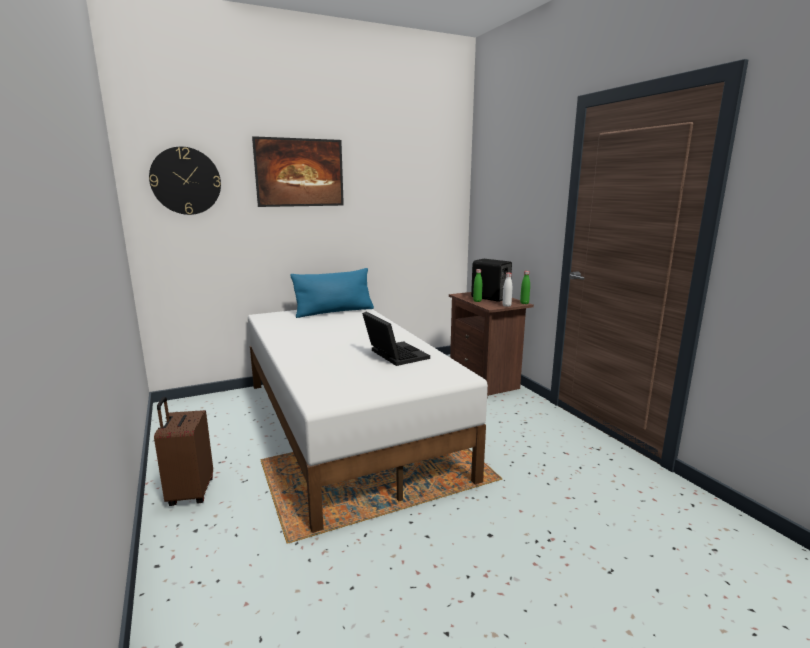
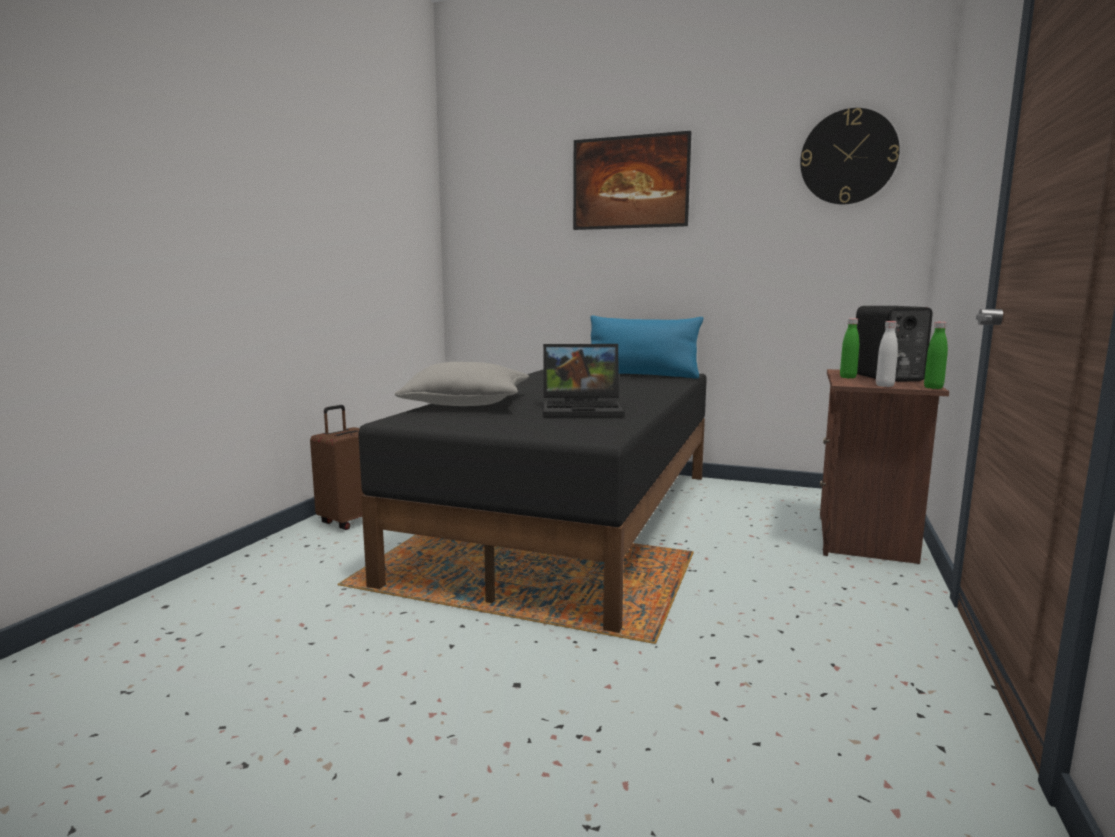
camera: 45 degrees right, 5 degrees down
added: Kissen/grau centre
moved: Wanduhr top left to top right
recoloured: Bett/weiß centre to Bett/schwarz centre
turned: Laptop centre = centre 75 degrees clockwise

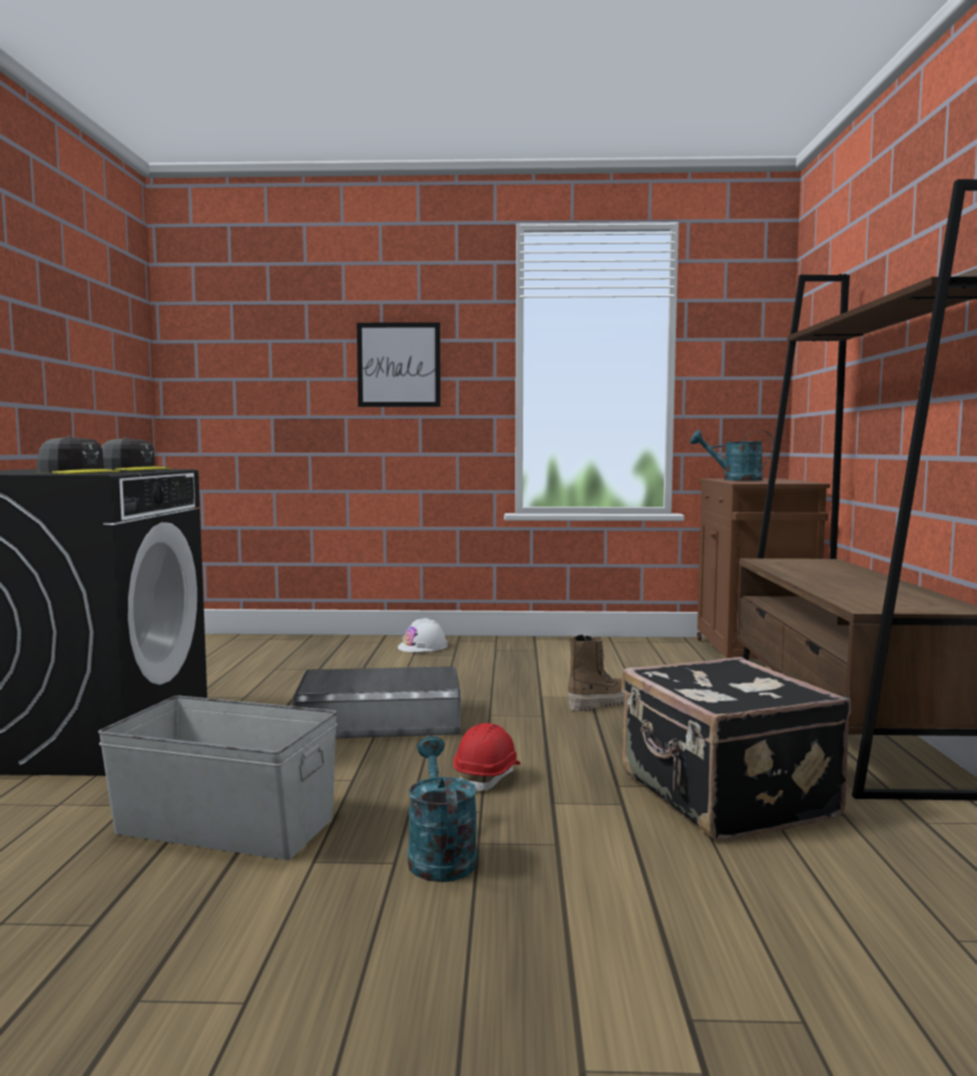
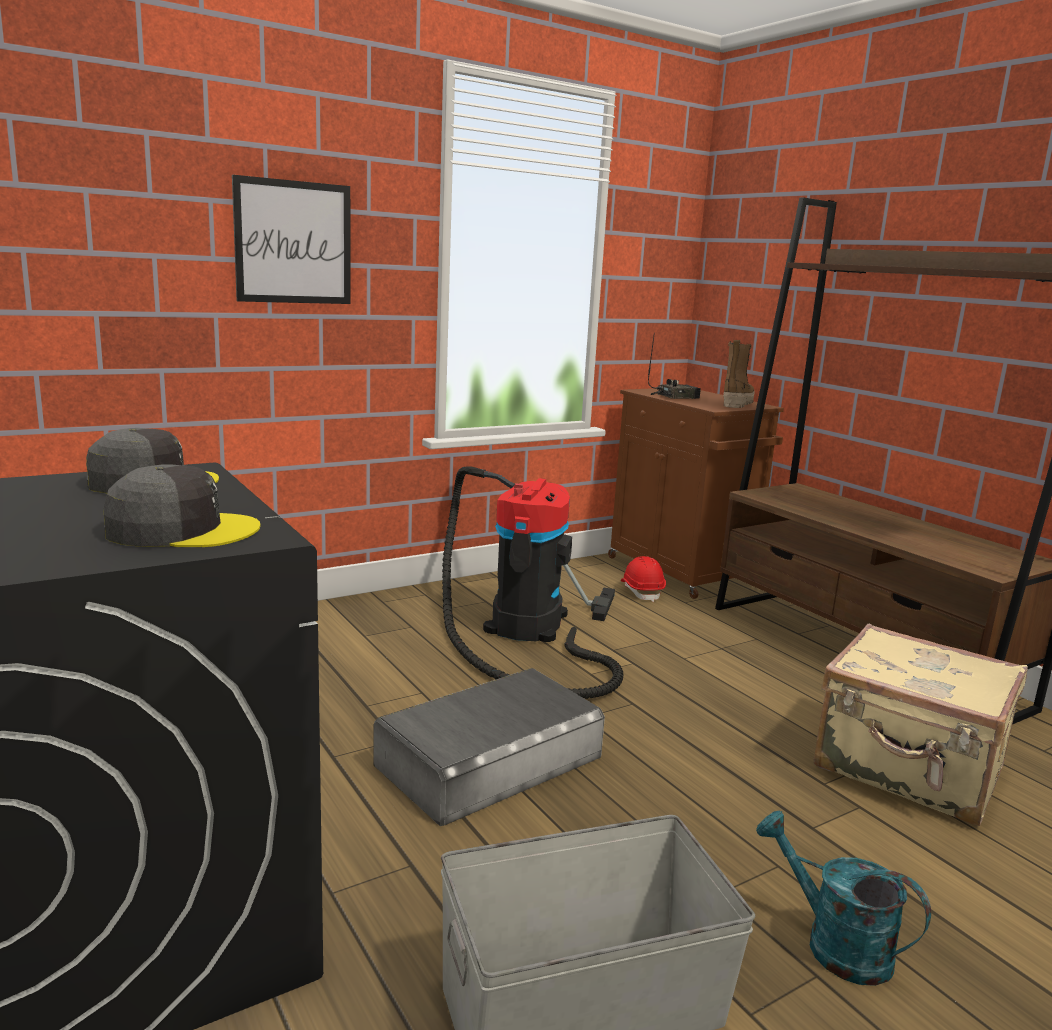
camera: 35 degrees left, 10 degrees up
removed: Schutzhelm/weiß centre
added: Staubsauger centre
moved: Schutzhelm/rot bottom centre to centre; Stiefel centre to middle right
replaced: Gießkanne/türkis (2nd from left) middle right to Radio centre
recoloured: Koffer/schwarz bottom right to Koffer/beige bottom right

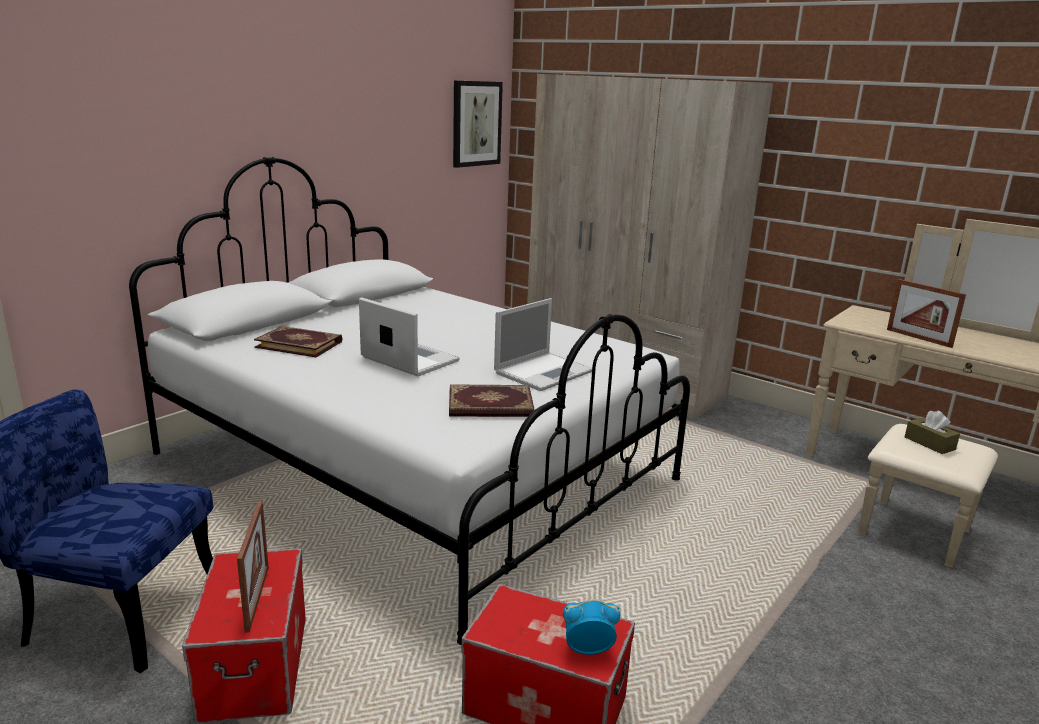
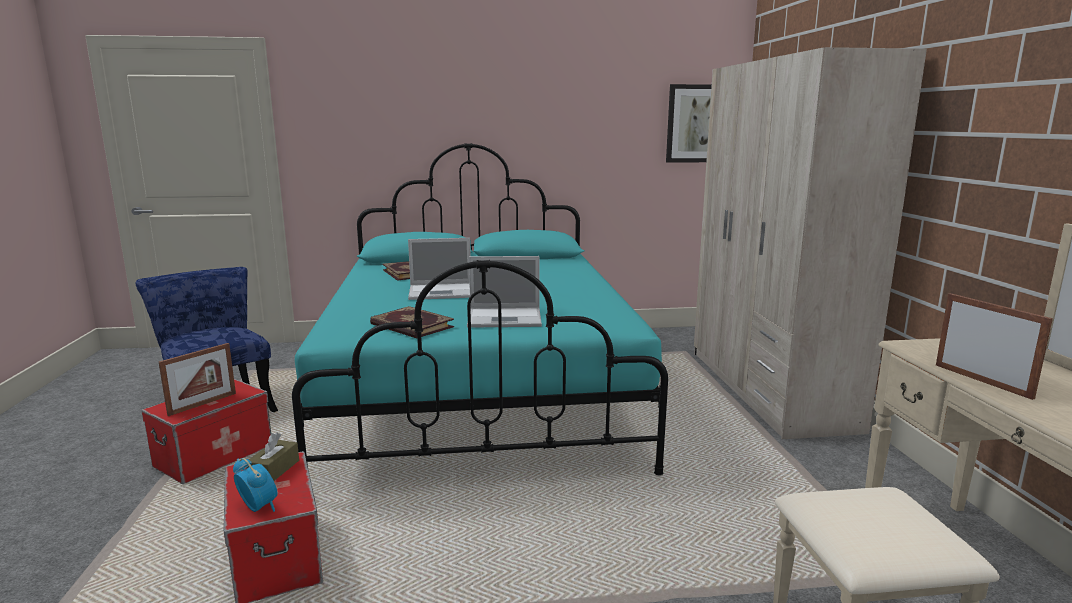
camera: 45 degrees right, 5 degrees down
moved: Taschentuchbox/braun middle right to bottom left
recoloured: Bett/weiß centre to Bett/türkis centre
turned: Laptop (1st from left) centre = centre 90 degrees clockwise; Bilderrahmen (2nd from left) middle right = middle right 150 degrees clockwise

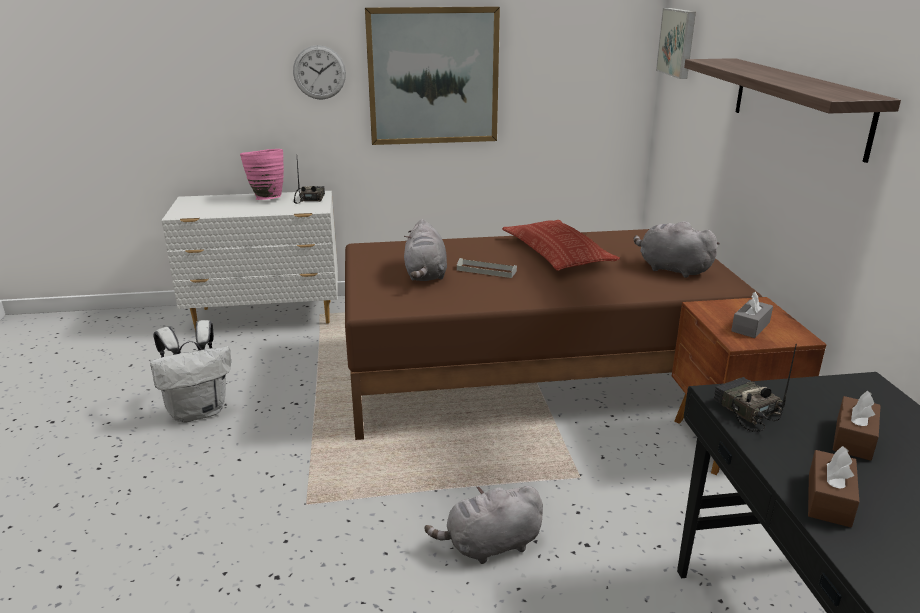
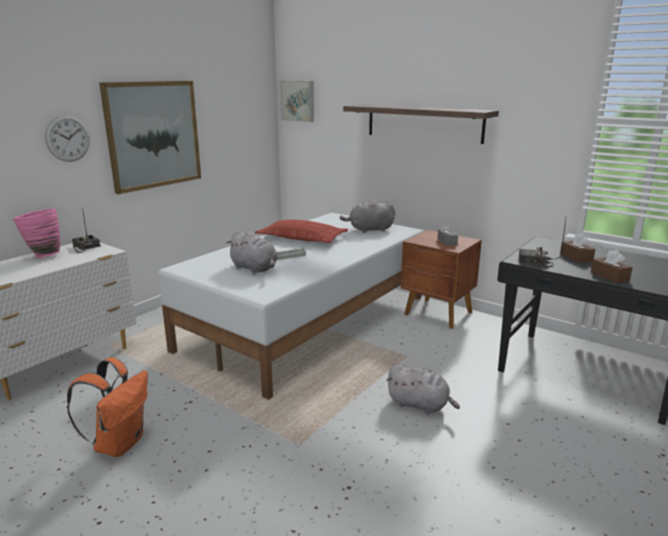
camera: 45 degrees left, 5 degrees down
recoloured: Rucksack/weiß middle left to Rucksack/orange bottom left; Bett/braun centre to Bett/weiß centre
turned: Plüschtier/grau (2nd from left in the first image) bottom centre = bottom centre 90 degrees counterclockwise

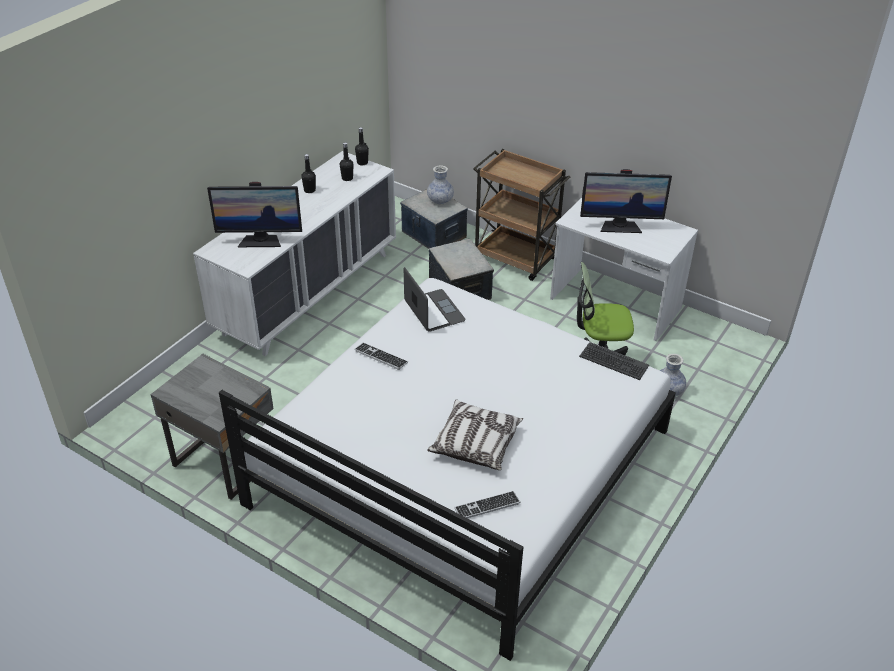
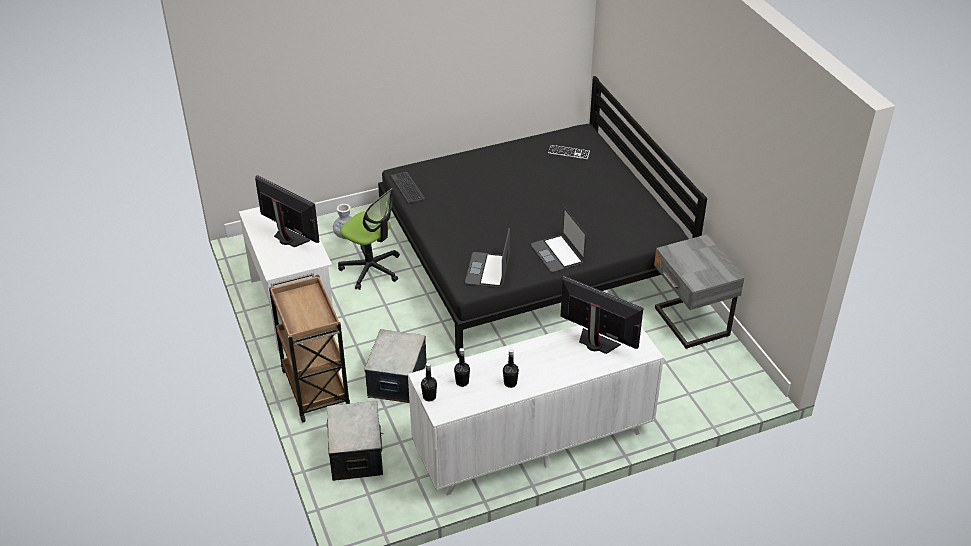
camera: 145 degrees left, 0 degrees up
removed: Vase (1st from left) top centre; Kissen centre
replaced: Tastatur (1st from left) centre to Laptop (2nd from left) centre
recoloured: Bett/weiß bottom centre to Bett/schwarz centre

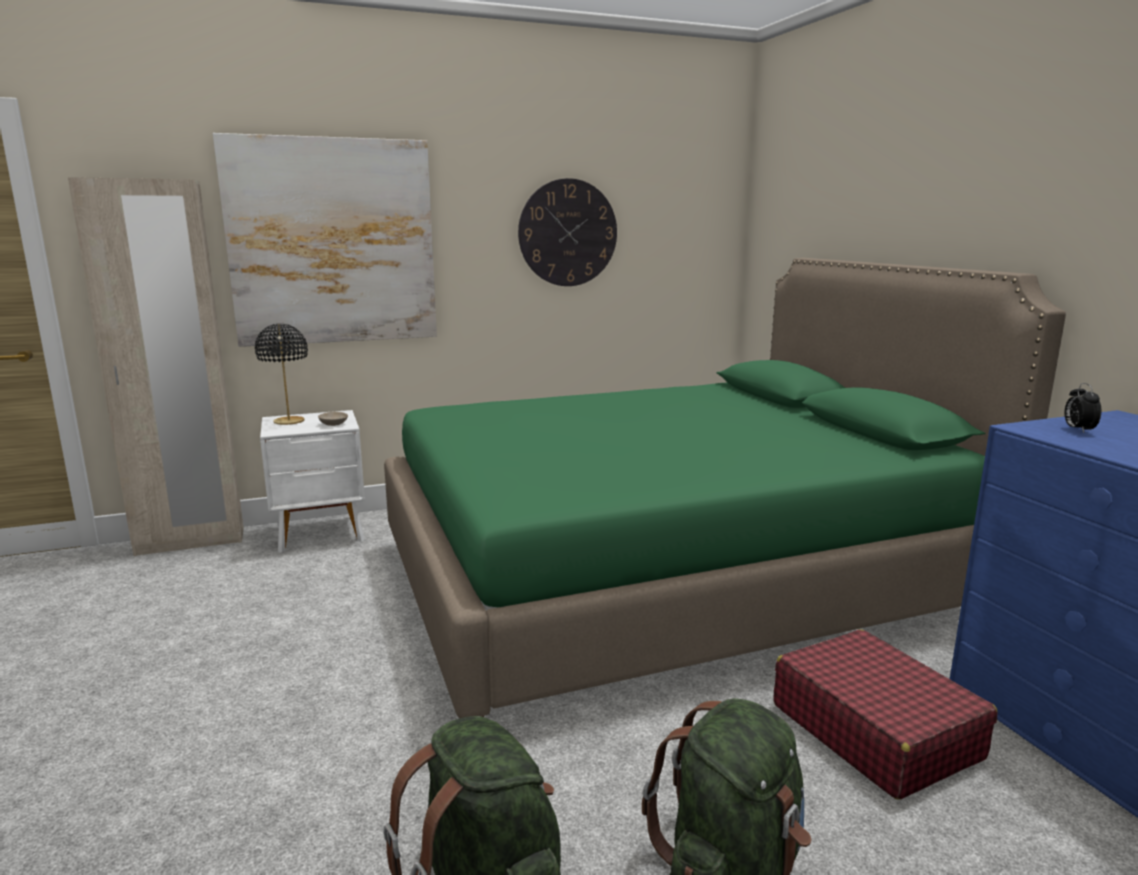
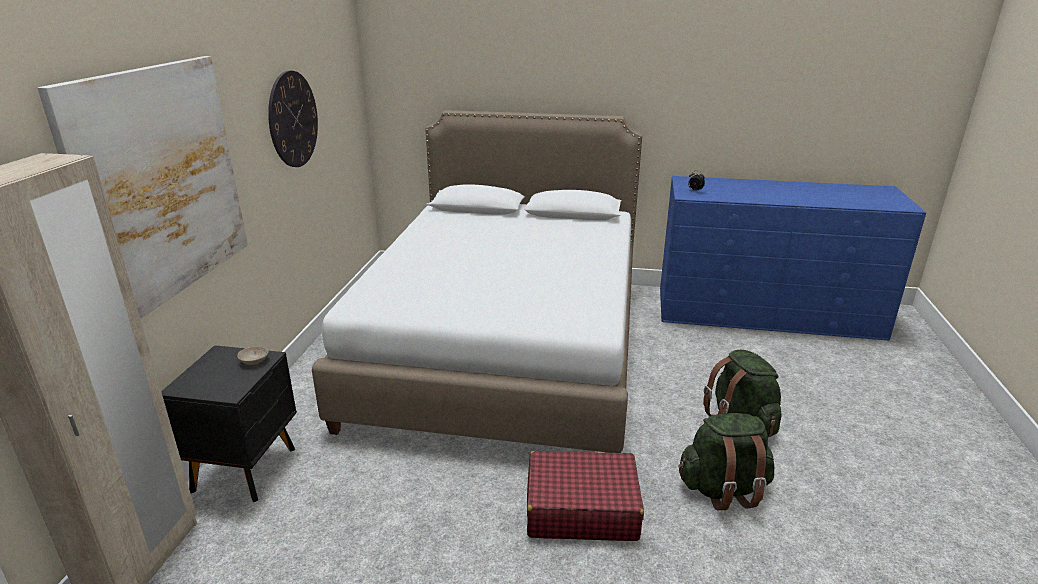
camera: 60 degrees left, 10 degrees up
removed: Tischlampe/schwarz middle left
moved: Koffer/rot bottom right to bottom centre
recoloured: Nachttisch/weiß middle left to Nachttisch/schwarz bottom left; Bett/grün centre to Bett/weiß centre

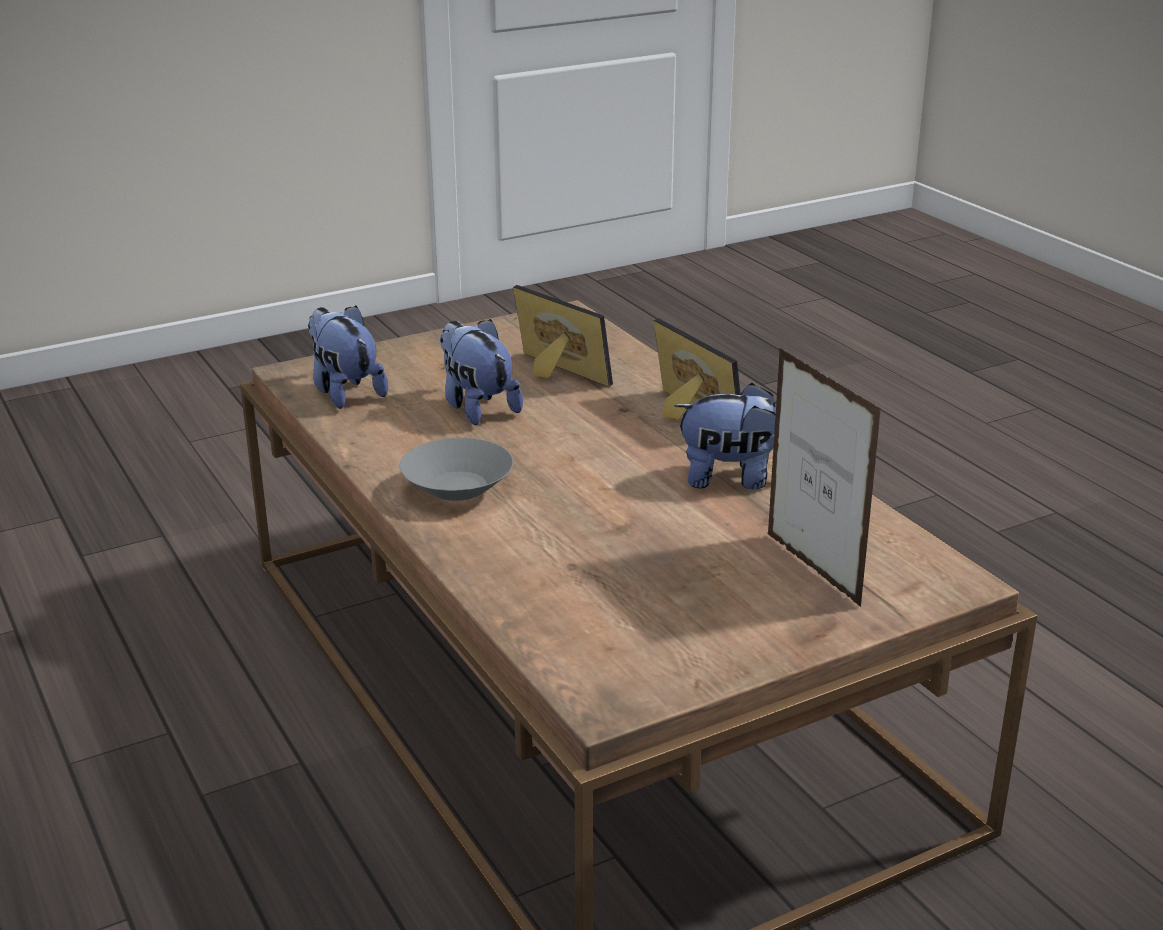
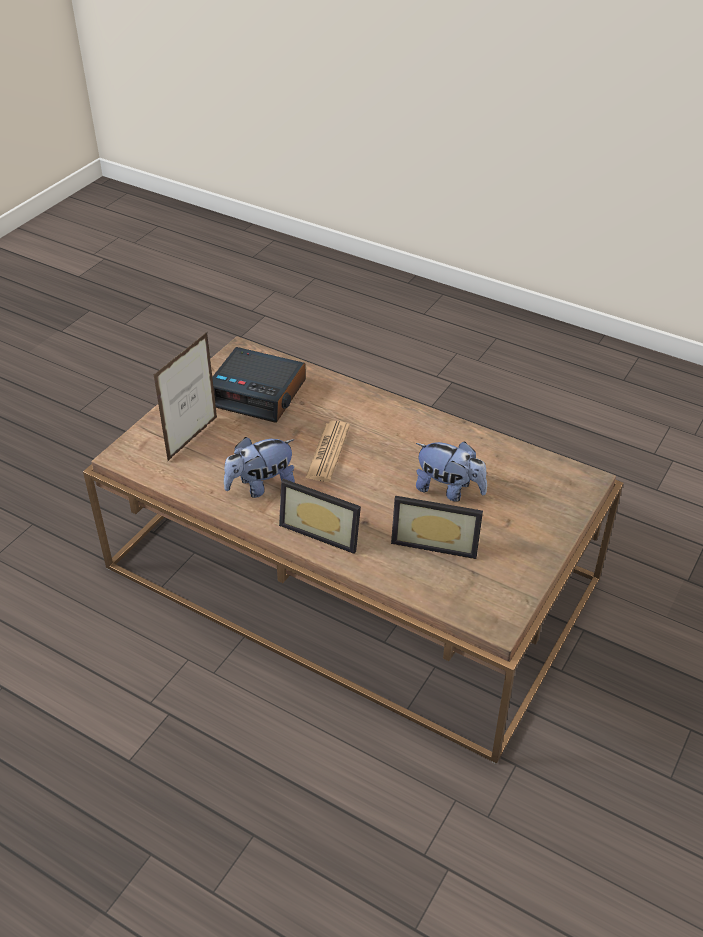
camera: 150 degrees right, 15 degrees up
removed: Plüschtier (1st from left) middle left; Schüssel/grau centre
added: Wecker centre; Zeitung centre
turned: Bilderrahmen (3rd from left in the first image) middle right = middle left 90 degrees counterclockwise

